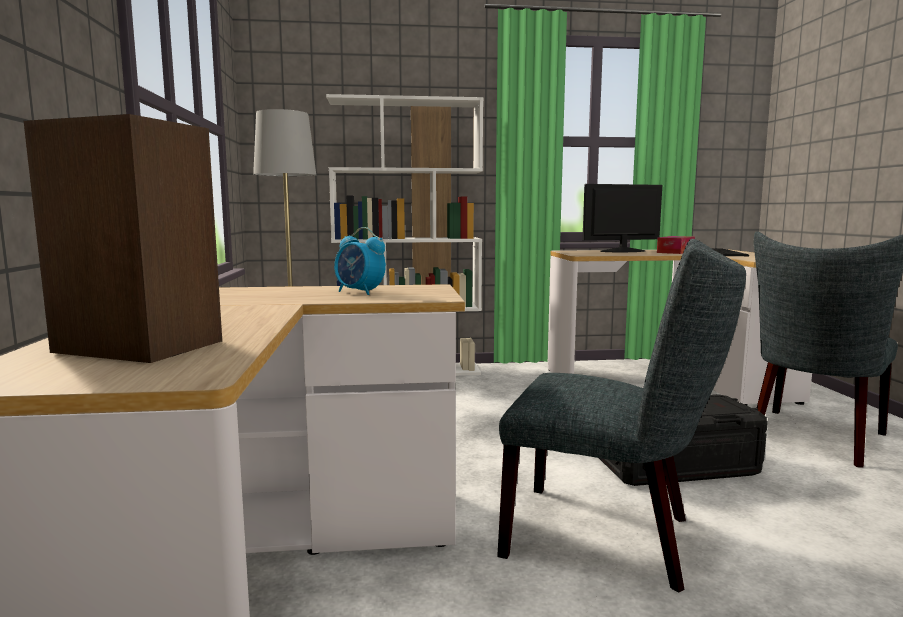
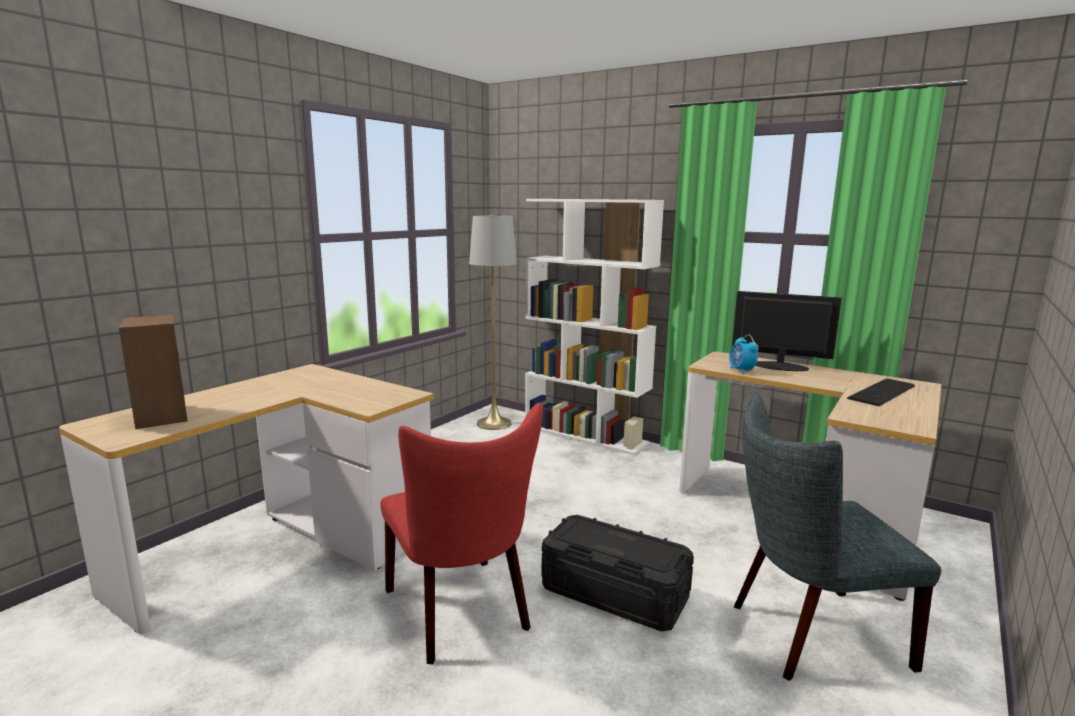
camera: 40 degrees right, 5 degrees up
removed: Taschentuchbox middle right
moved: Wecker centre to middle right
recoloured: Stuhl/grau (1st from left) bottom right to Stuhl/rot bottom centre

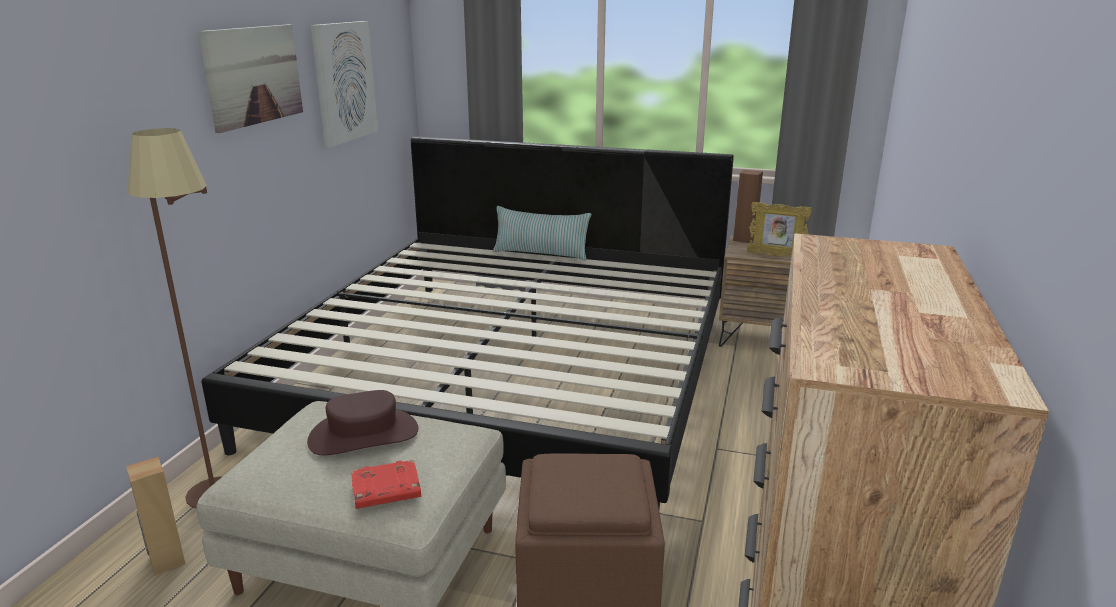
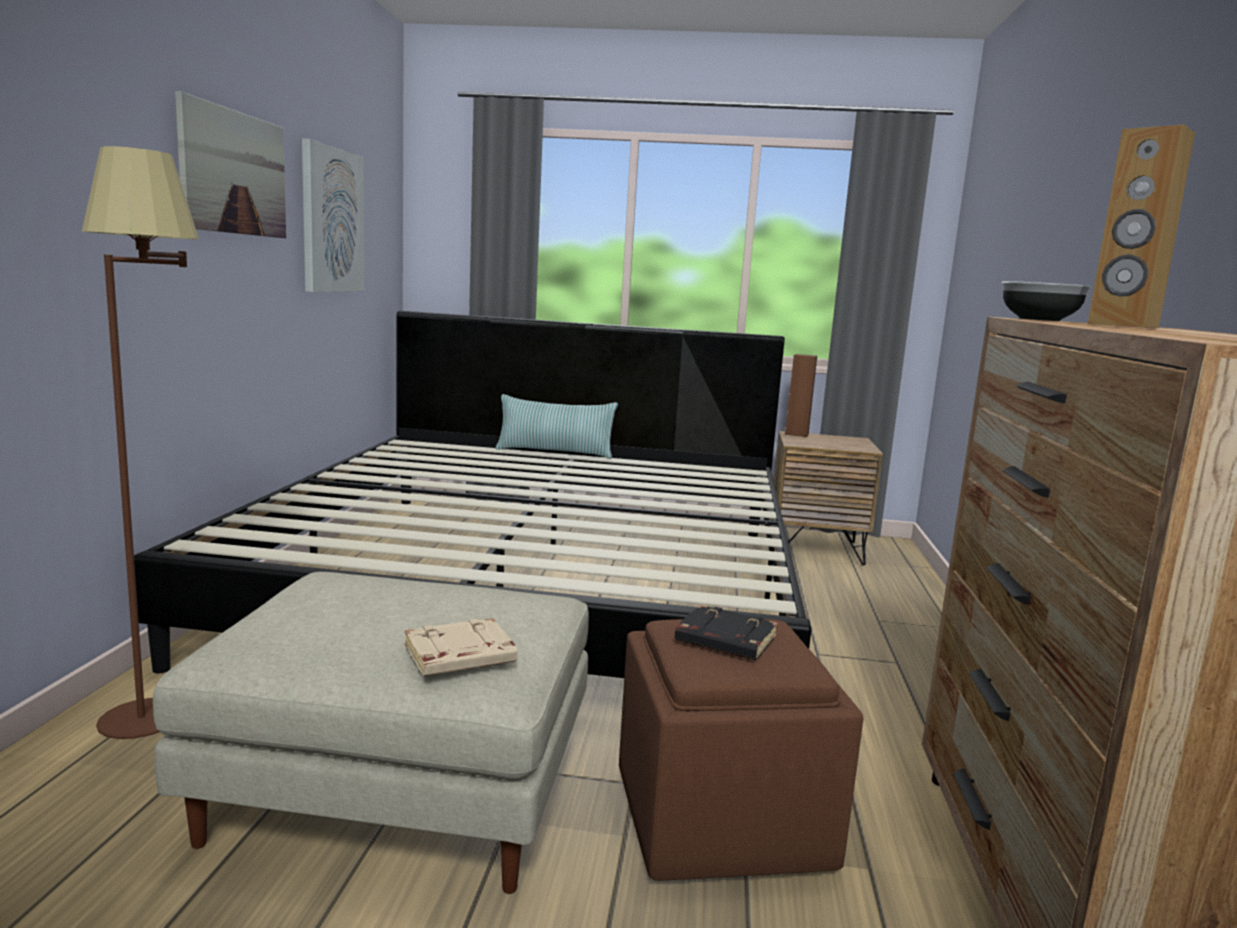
camera: 10 degrees left, 10 degrees down
removed: Hut/braun bottom left; Bilderrahmen middle right
added: Buch/schwarz bottom centre; Schüssel top right
moved: Lautsprecher/braun (1st from left in the first image) bottom left to Lautsprecher/braun (2nd from left) top right
recoloured: Buch/rot bottom centre to Buch/beige bottom centre

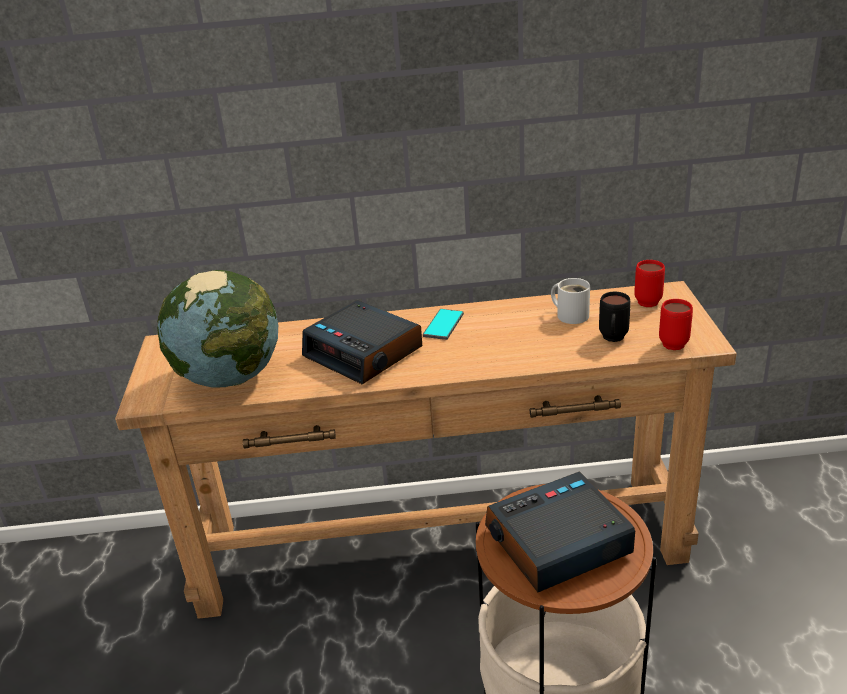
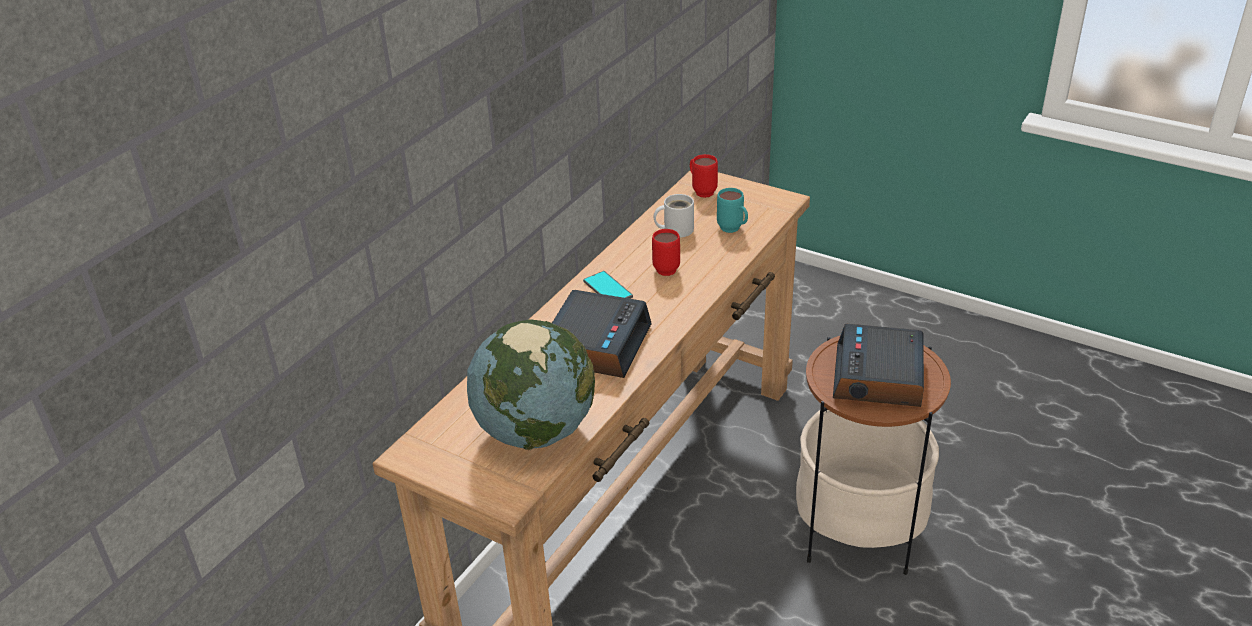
camera: 55 degrees left, 5 degrees up
moved: Henkelbecher/rot (2nd from left in the first image) middle right to Henkelbecher/rot (1st from left) centre
recoloured: Henkelbecher/schwarz middle right to Henkelbecher/türkis centre
turned: Wecker (1st from left) centre = centre 60 degrees counterclockwise

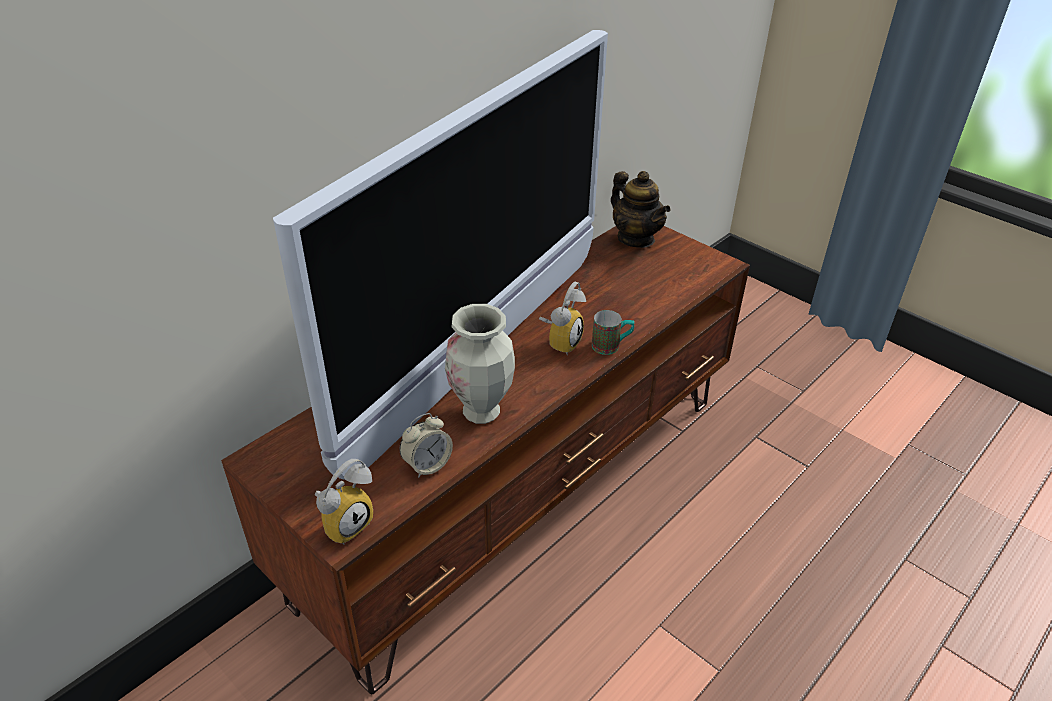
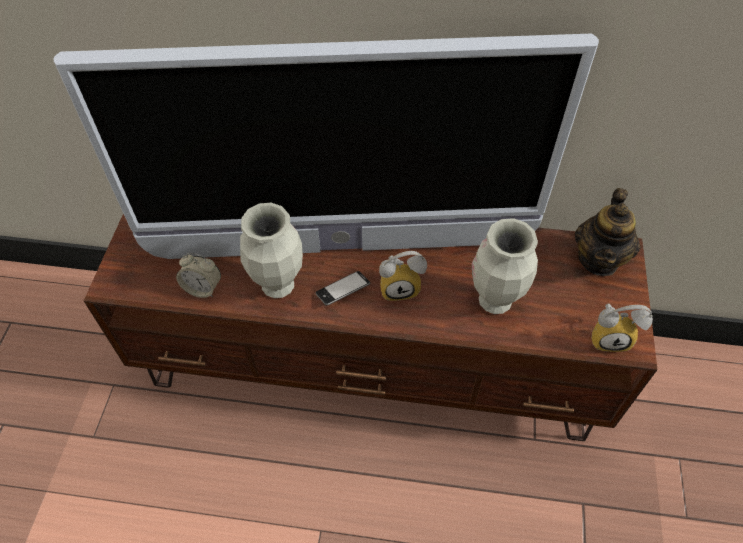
camera: 55 degrees right, 15 degrees up
removed: Henkelbecher centre
added: Handy centre; Vase (2nd from left) middle right
moved: Wecker (1st from left in the first image) bottom left to Wecker (3rd from left) middle right

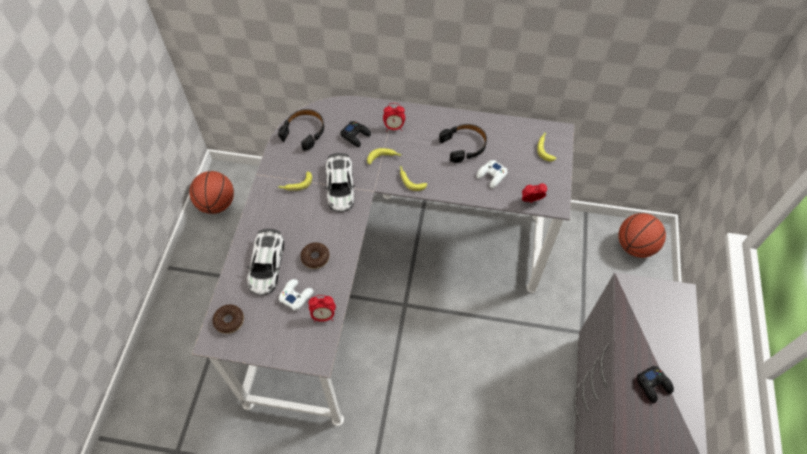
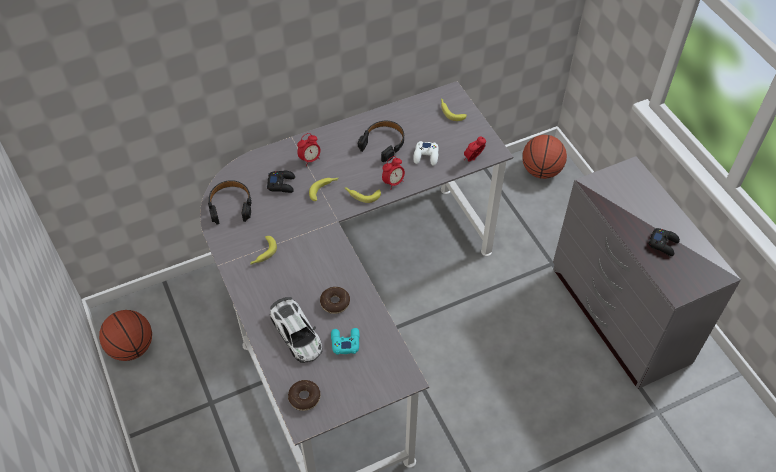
camera: 35 degrees left, 5 degrees down
removed: Spielzeugauto (2nd from left) centre
moved: Wecker (1st from left in the first image) bottom centre to Wecker (2nd from left) centre
recoloured: Gamepad/weiß (1st from left) centre to Gamepad/türkis bottom centre

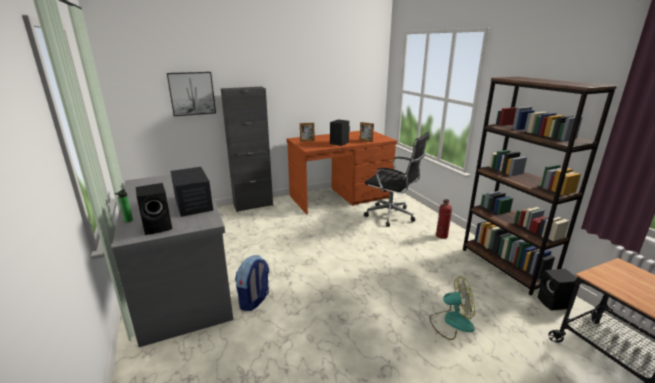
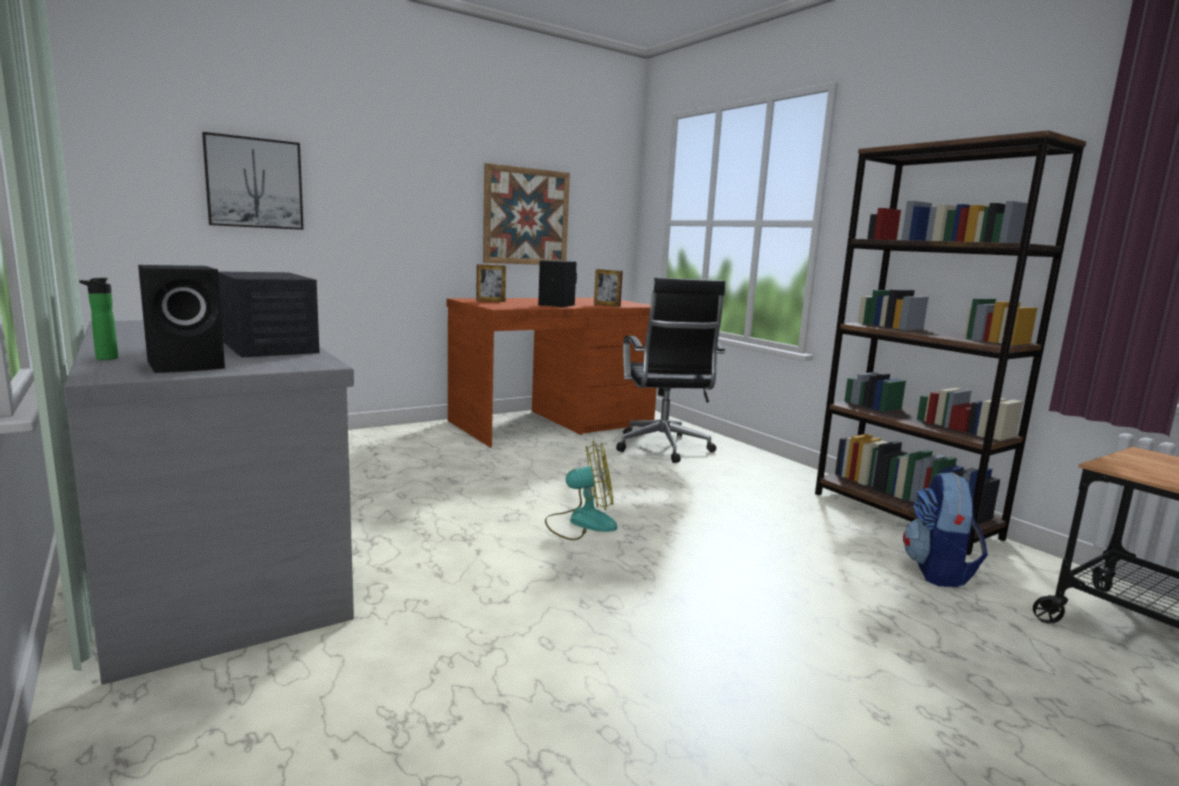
camera: 10 degrees left, 10 degrees down
removed: Schrank/schwarz centre; Feuerlöscher middle right; Lautsprecher/schwarz (3rd from left) bottom right
added: Bild (2nd from left) top centre
moved: Rucksack bottom centre to bottom right; Ventilator bottom right to centre
turned: Bürostuhl/schwarz centre = centre 60 degrees clockwise

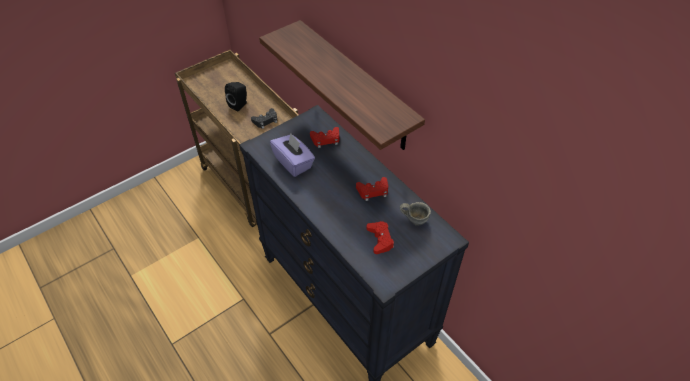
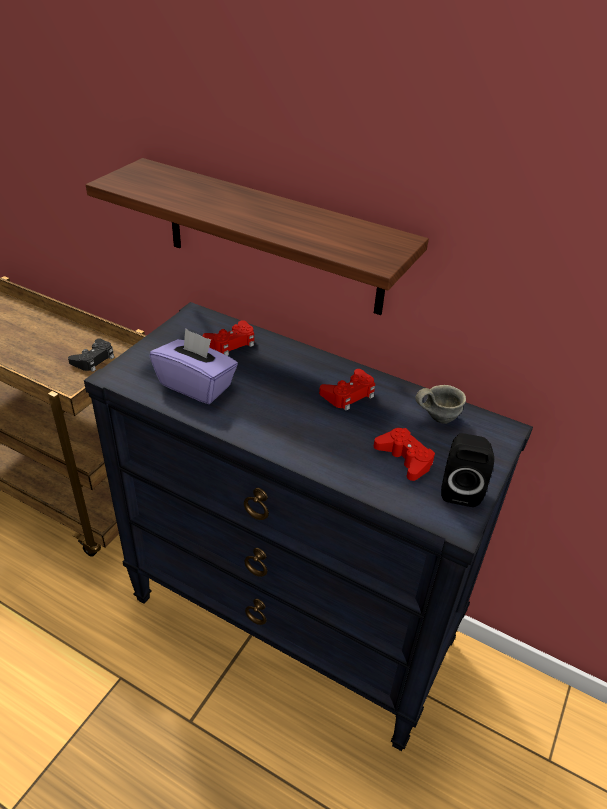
camera: 25 degrees left, 10 degrees down
moved: Lautsprecher/schwarz top centre to middle right

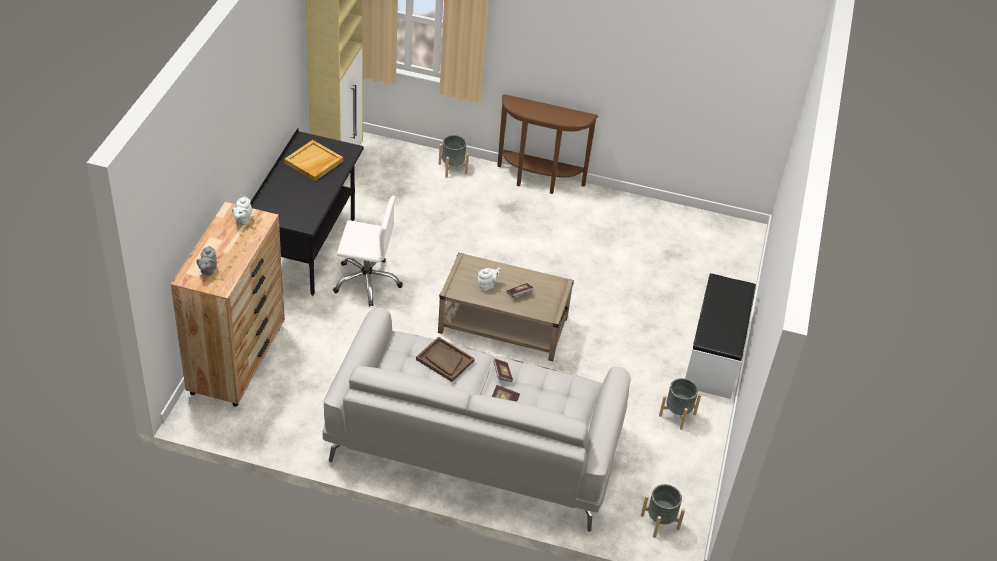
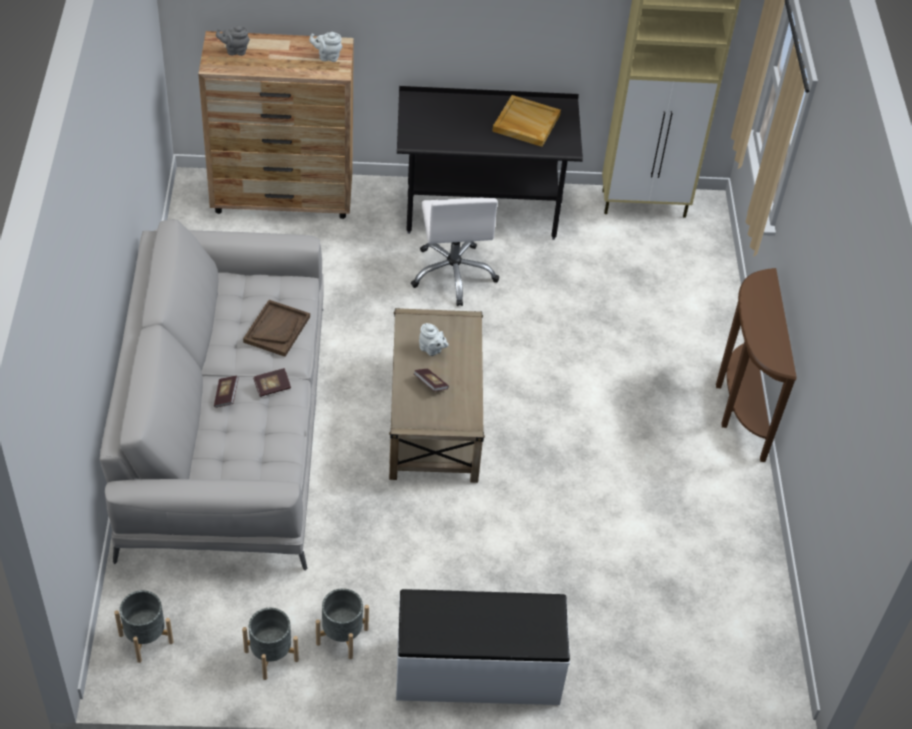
camera: 75 degrees right, 5 degrees up
moved: Pflanzkübel/grau (1st from left in the first image) top centre to Pflanzkübel/grau (2nd from left) bottom left

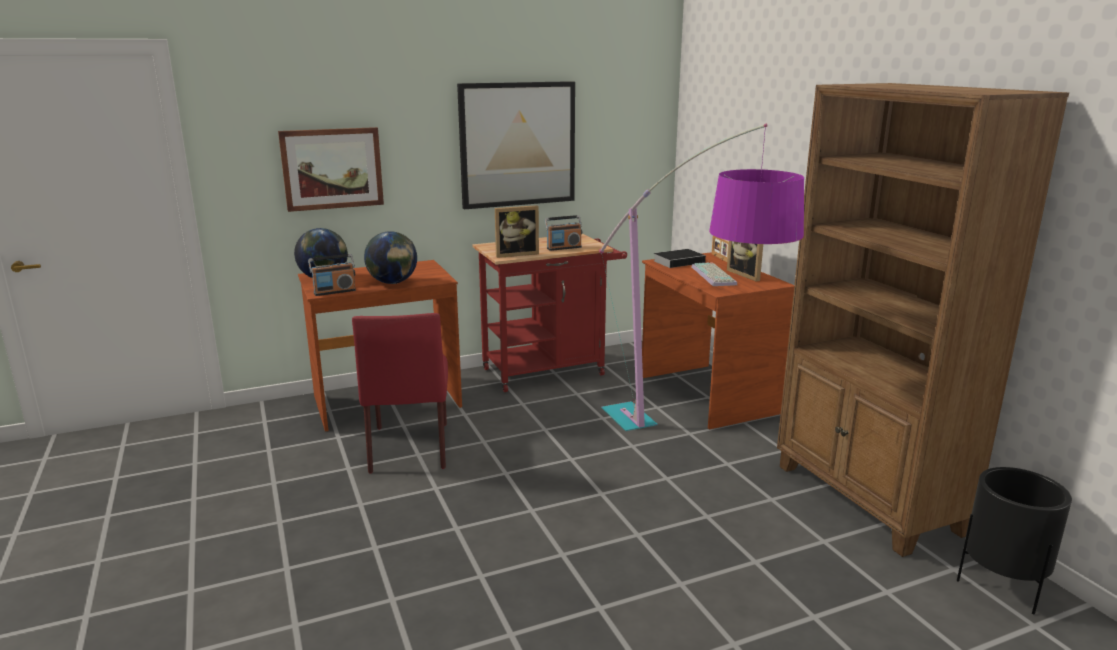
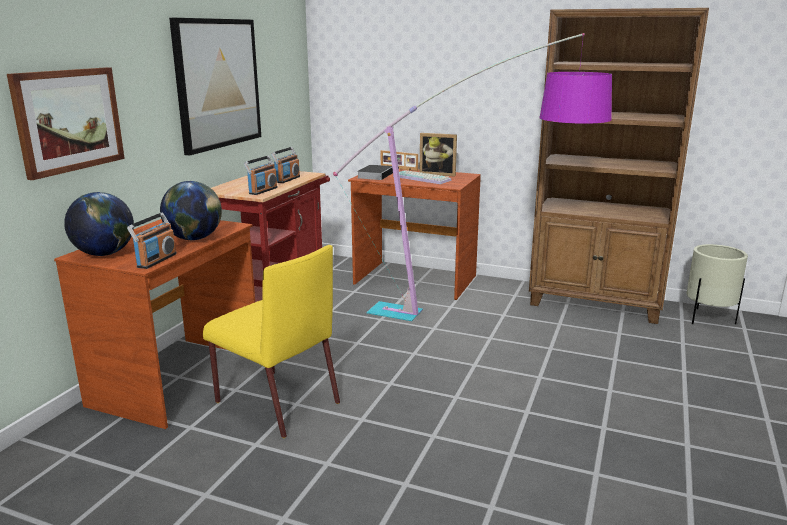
camera: 45 degrees left, 0 degrees up
replaced: Bilderrahmen (1st from left) centre to Radio (2nd from left) middle left
recoloured: Stuhl/rot centre to Stuhl/gelb centre; Pflanzkübel/schwarz bottom right to Pflanzkübel/beige middle right

